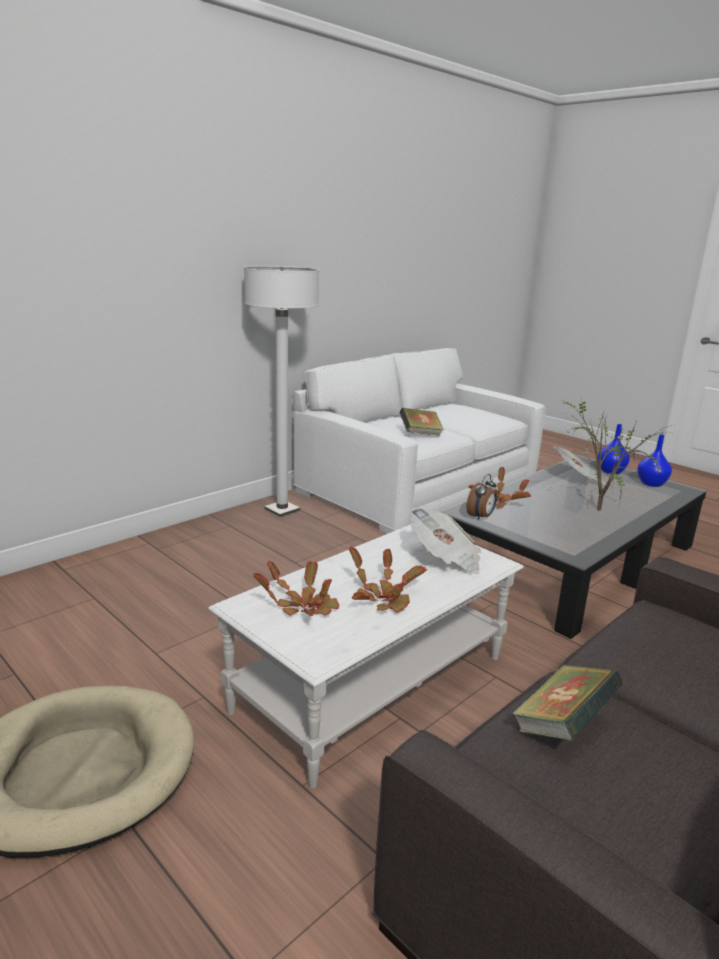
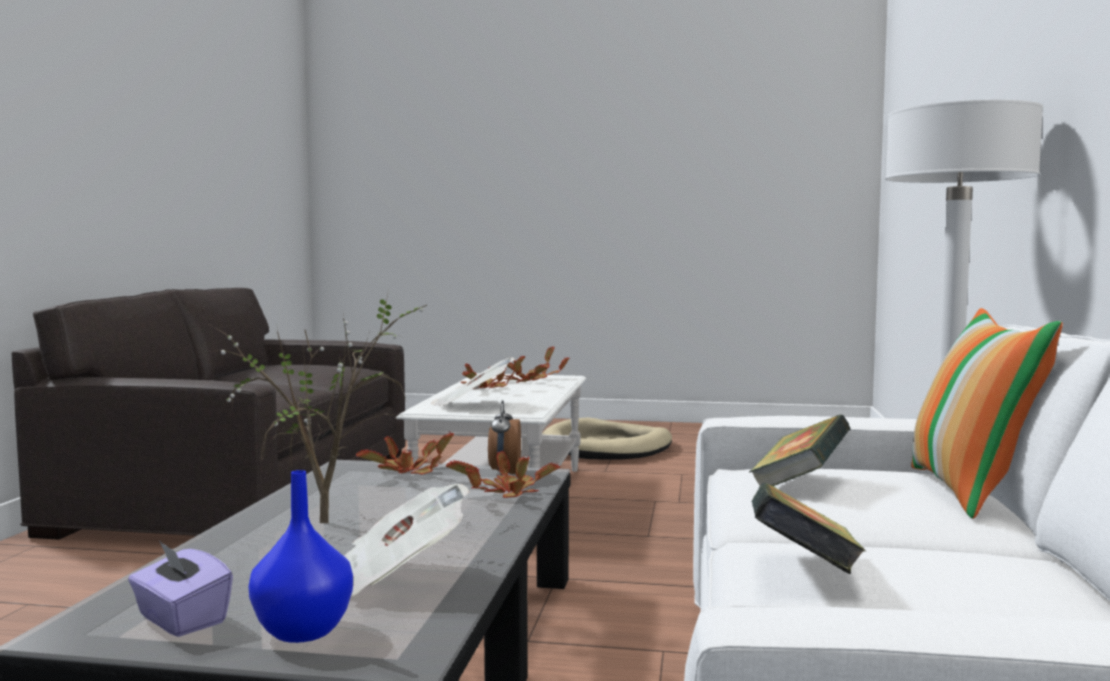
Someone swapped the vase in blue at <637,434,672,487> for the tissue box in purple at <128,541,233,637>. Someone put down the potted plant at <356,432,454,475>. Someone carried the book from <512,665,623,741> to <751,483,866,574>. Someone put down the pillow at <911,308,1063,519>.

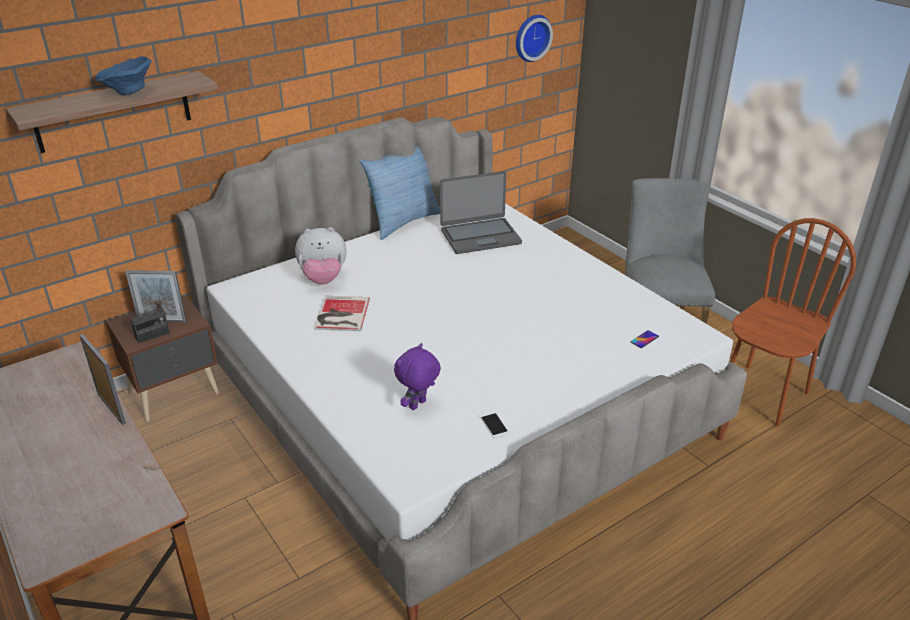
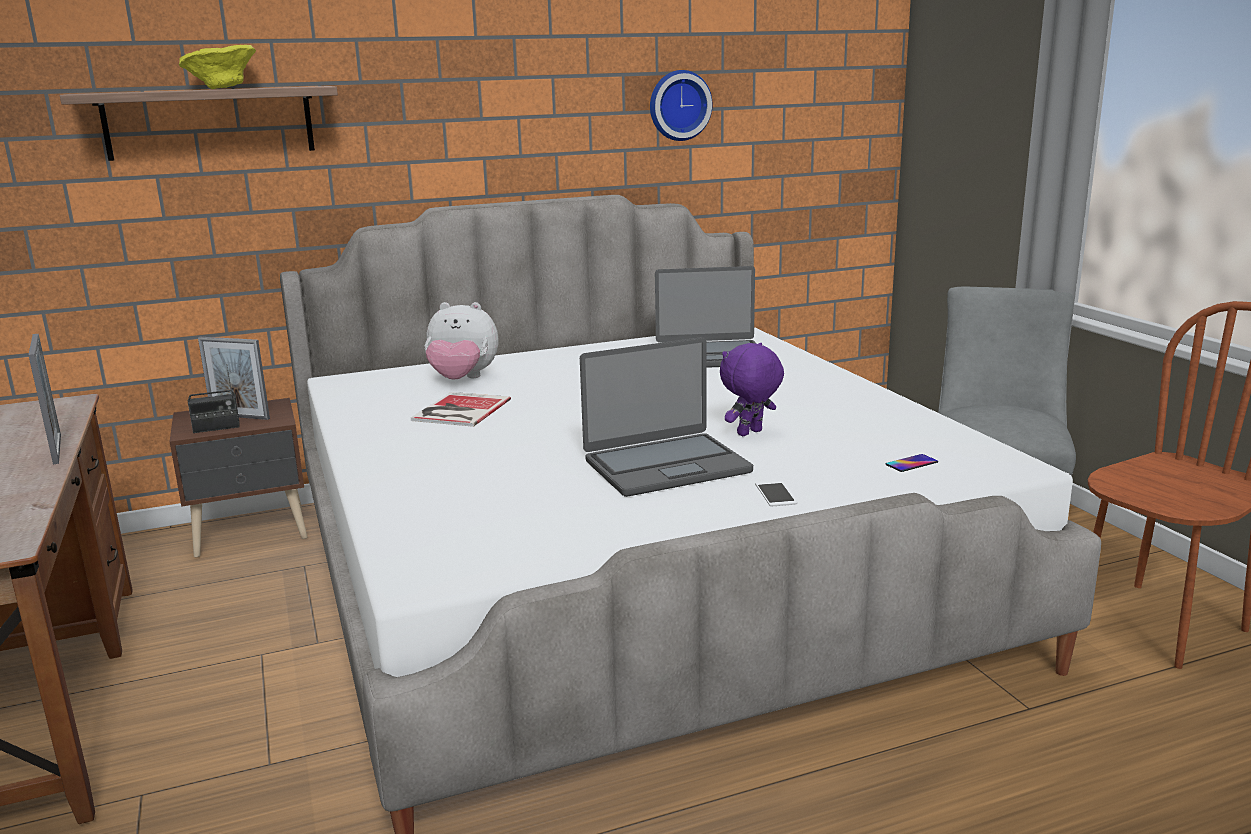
Someone repainted the bowl in blue at <94,56,152,96>, which became the bowl in yellow at <179,45,256,89>. Someone put down the laptop at <580,337,753,497>. Someone carried the wall clock from <516,15,553,62> to <650,70,712,141>. Someone carried the plush toy in purple from <394,343,441,410> to <720,343,784,436>. Someone carried the phone from <479,411,510,438> to <755,481,797,506>. Someone took away the pillow at <359,146,440,240>.

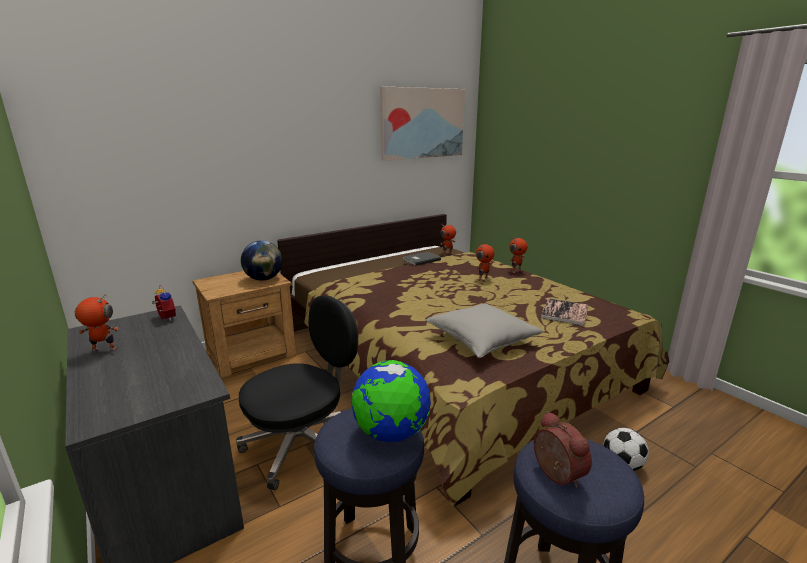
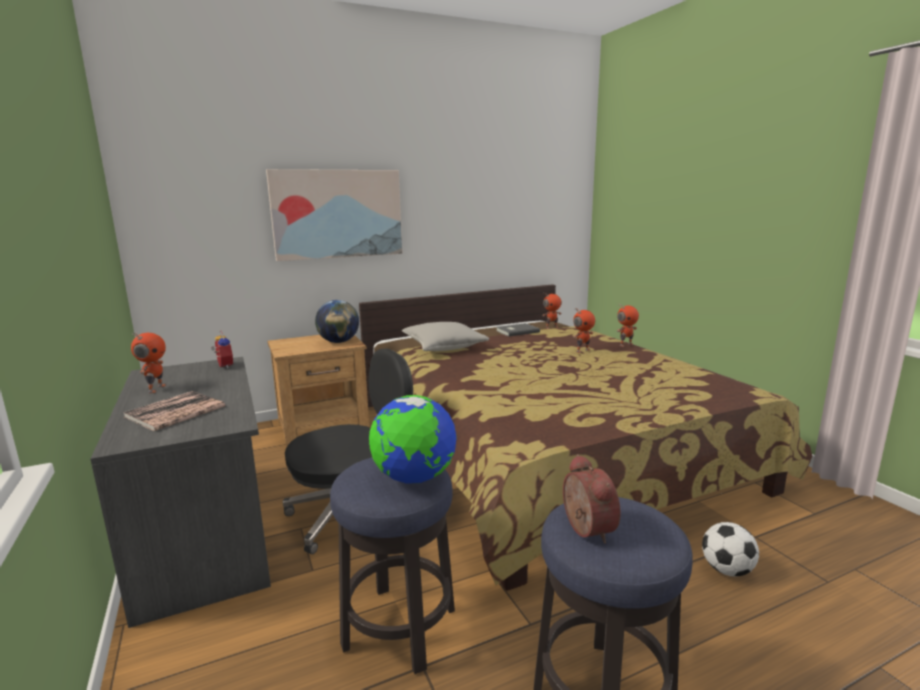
Someone carried the book from <541,298,588,326> to <123,391,225,431>. Someone rotated the toy robot at <75,294,119,353> by 90 degrees clockwise. Someone carried the picture from <380,86,465,161> to <266,169,403,261>. Someone carried the pillow in grey from <426,303,543,358> to <402,322,489,351>.

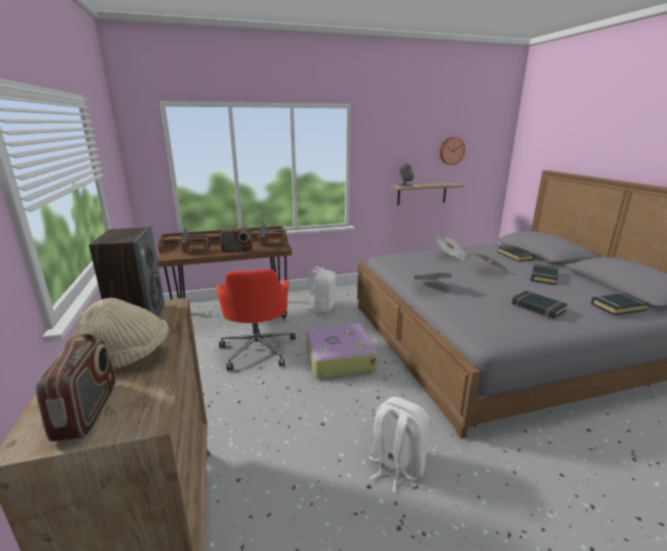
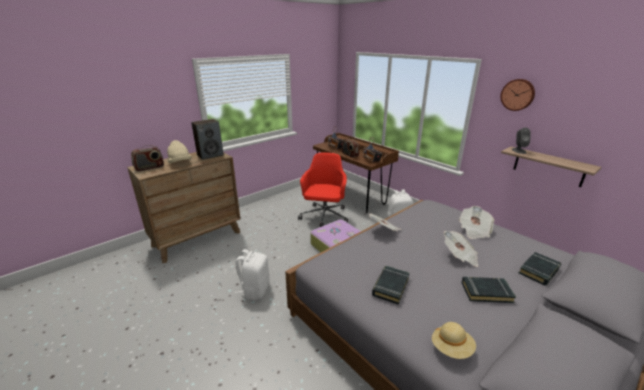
Someone rotated the office chair in red at <217,269,295,371> by 135 degrees clockwise. Someone swapped the book in black at <591,293,650,315> for the hat in beige at <432,322,476,359>. Someone carried the wall clock from <440,137,465,165> to <500,79,535,111>.

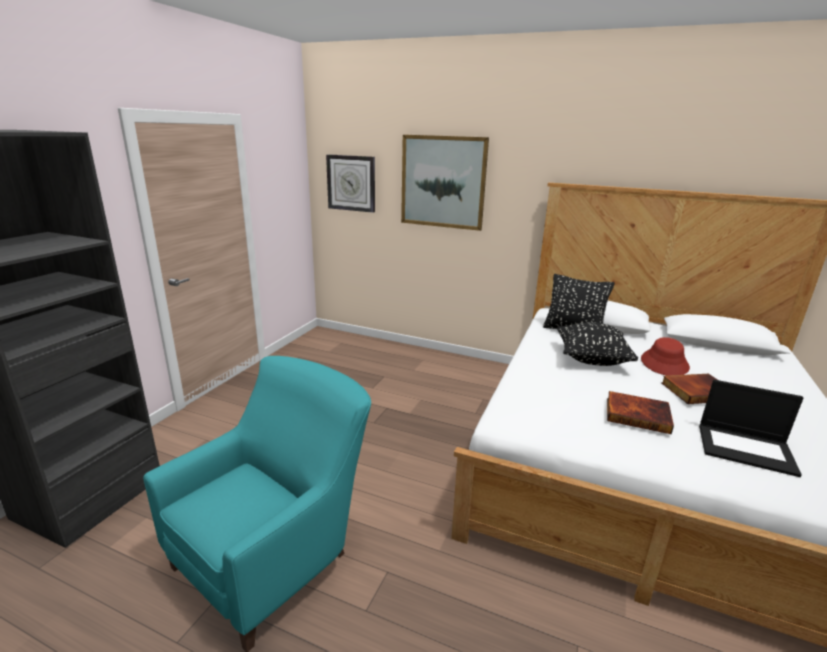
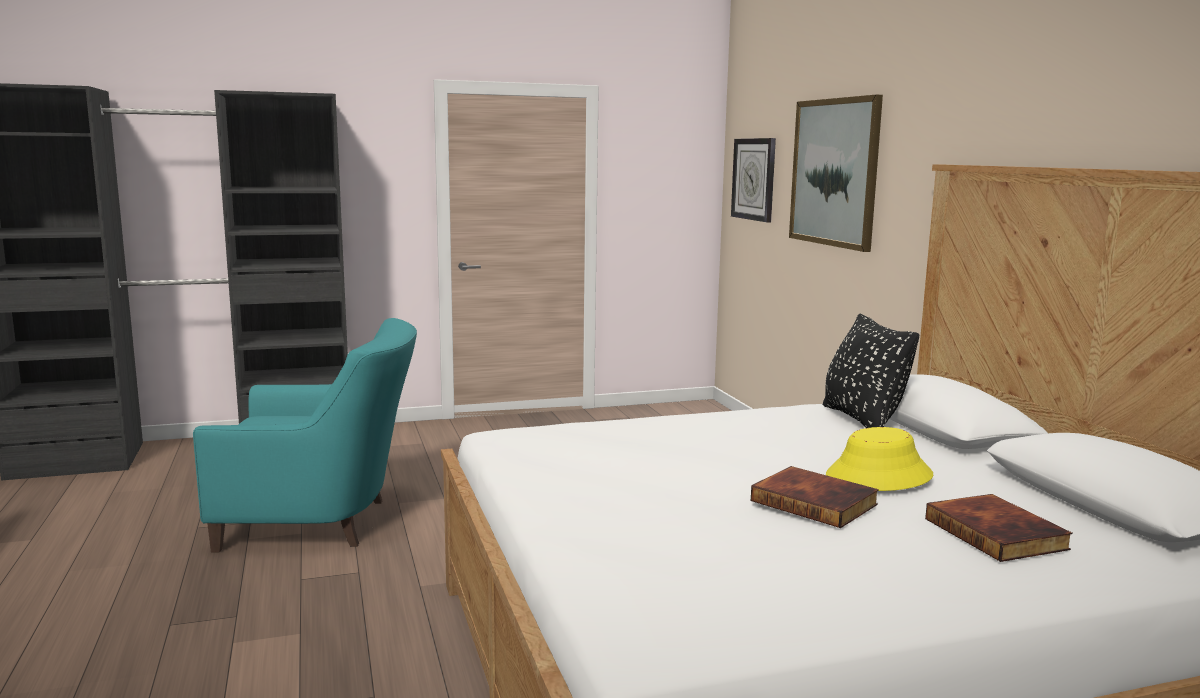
Someone repainted the hat in red at <641,337,690,376>, which became the hat in yellow at <826,427,933,491>. Someone carried the book from <607,391,674,434> to <925,494,1073,562>. Someone took away the pillow in black at <557,322,638,366>. Someone took away the laptop at <699,380,803,477>.

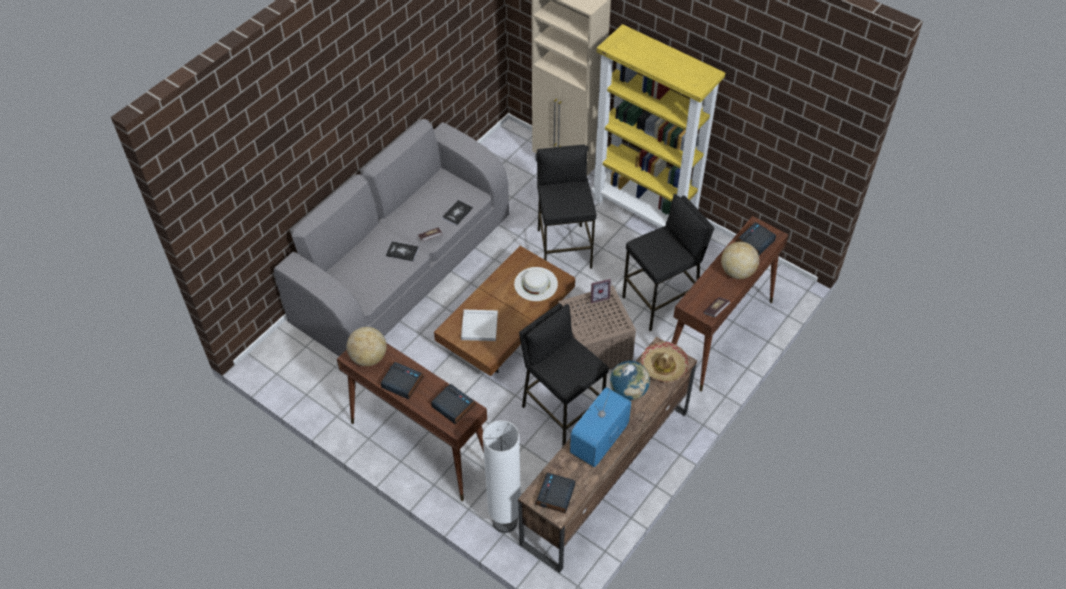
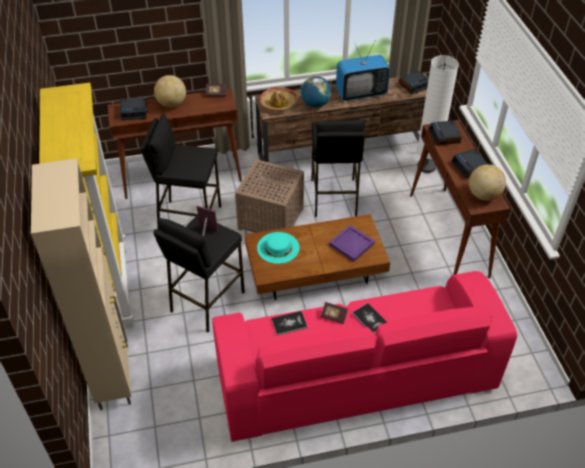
Someone carried the picture frame from <591,279,611,303> to <197,205,218,236>. Someone repainted the sofa in grey at <274,119,509,356>, which became the sofa in pink at <212,271,517,442>. Someone repainted the hat in white at <514,267,558,301>, which became the hat in turquoise at <257,232,300,264>. Someone repainted the tray in white at <461,309,498,341>, which became the tray in purple at <329,225,375,262>.

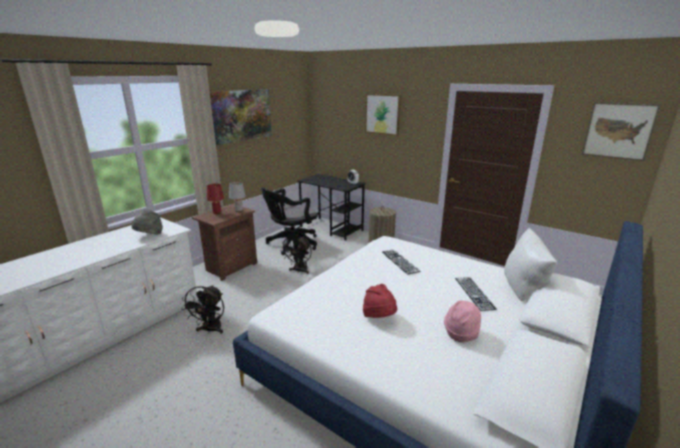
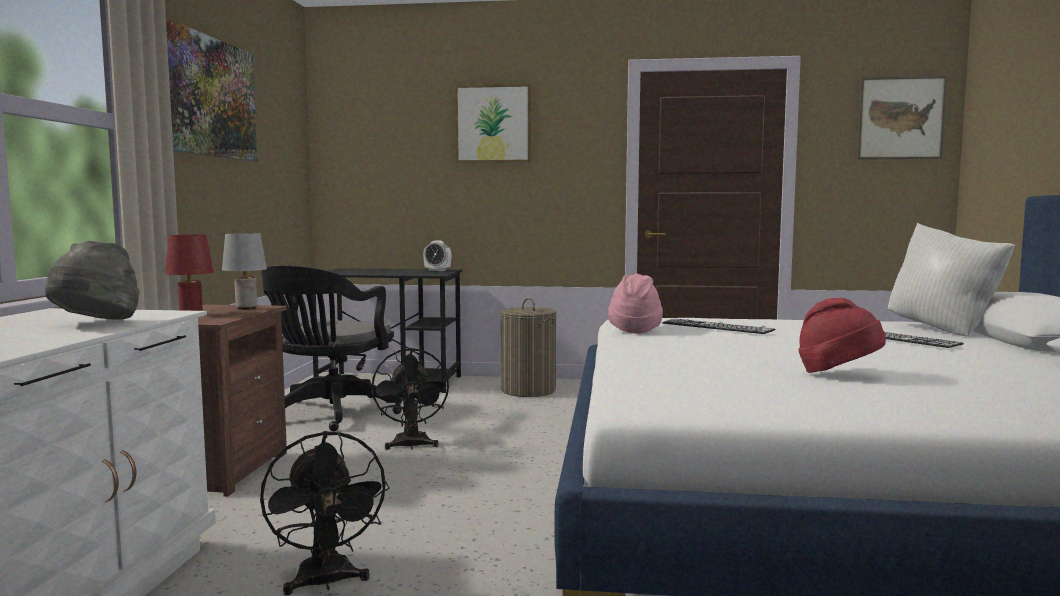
Someone carried the hat in pink from <444,300,481,342> to <608,273,663,333>.

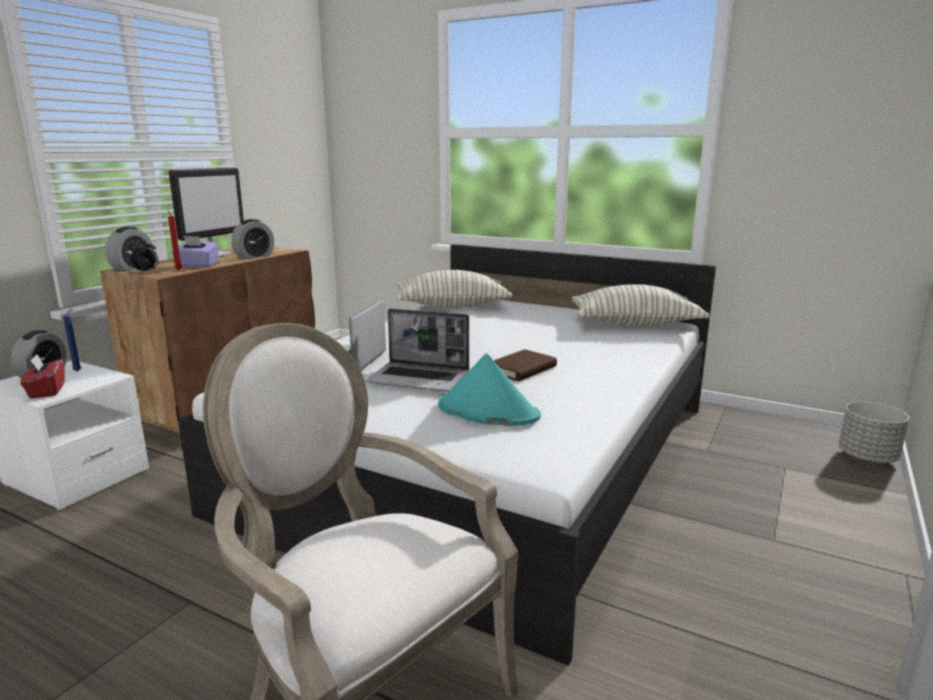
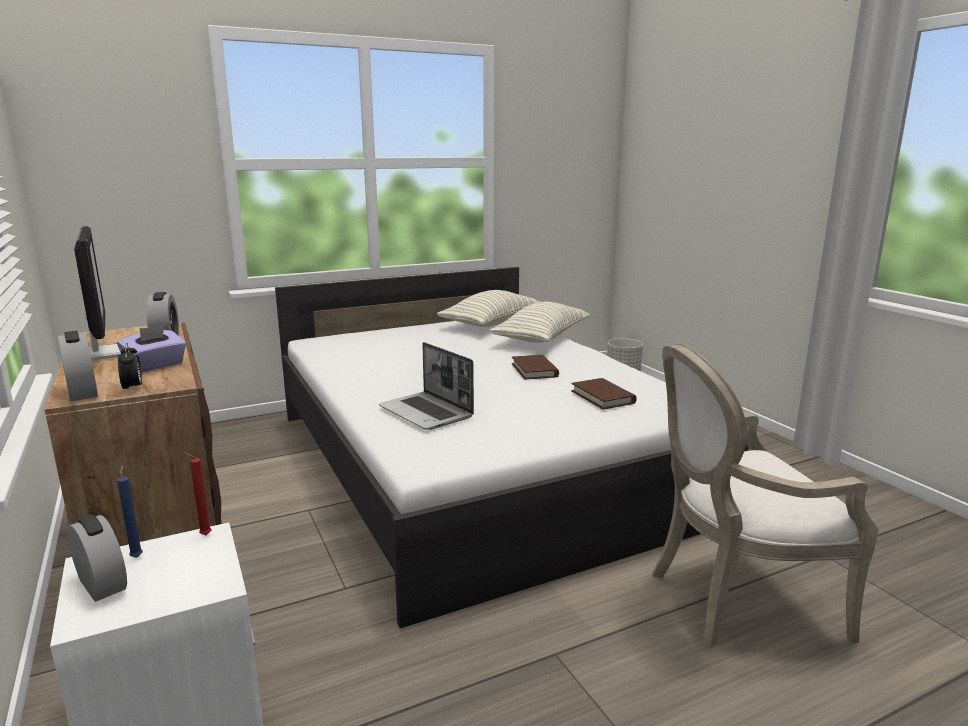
Someone carried the candle in red from <168,210,182,270> to <183,452,211,535>. Someone carried the pillow from <396,270,512,308> to <489,302,590,343>. Someone swapped the hat in turquoise at <438,353,541,426> for the book in brown at <571,378,637,410>. Someone took away the tissue box in red at <20,354,65,398>. Someone took away the laptop at <366,308,469,392>.

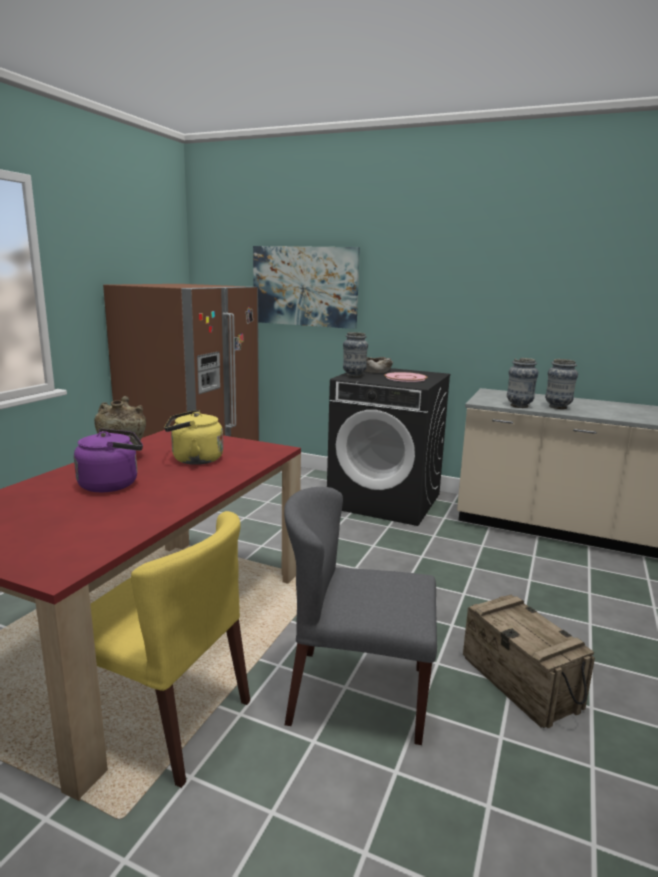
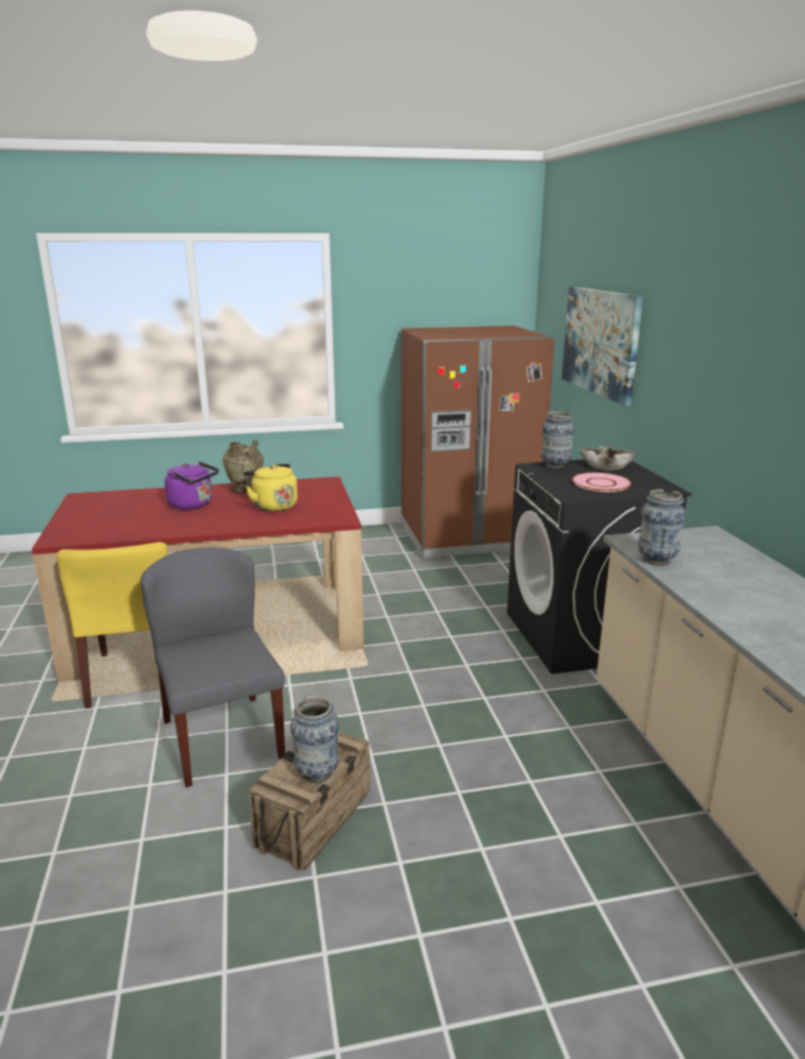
Someone carried the vase from <545,359,578,409> to <290,696,339,783>.

